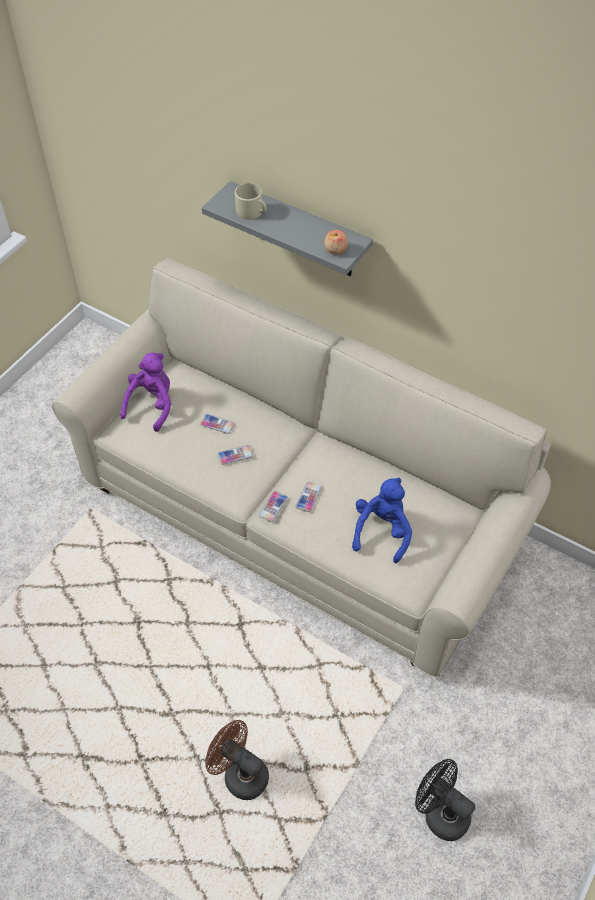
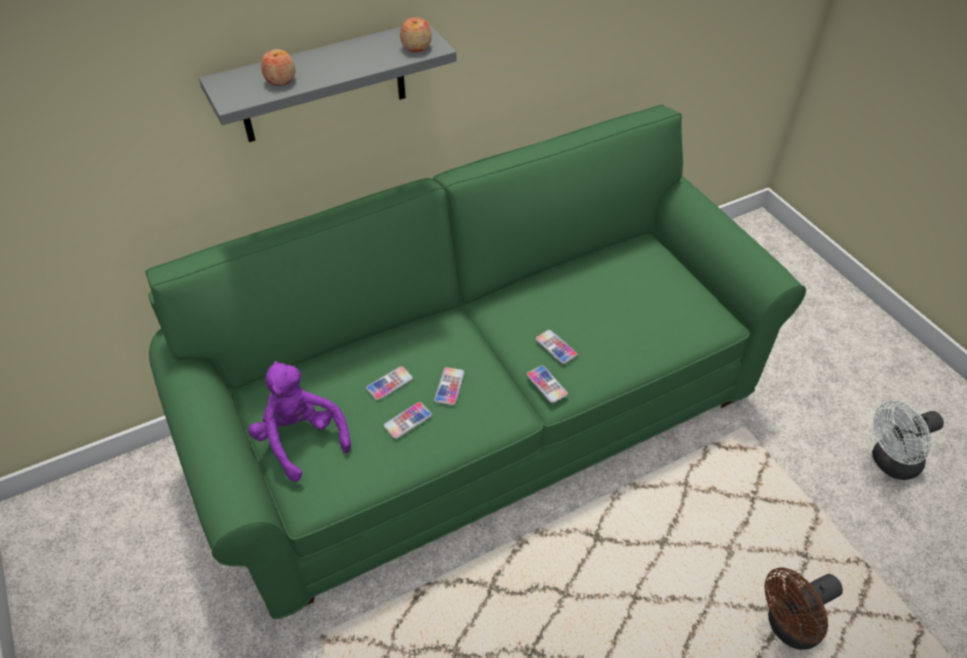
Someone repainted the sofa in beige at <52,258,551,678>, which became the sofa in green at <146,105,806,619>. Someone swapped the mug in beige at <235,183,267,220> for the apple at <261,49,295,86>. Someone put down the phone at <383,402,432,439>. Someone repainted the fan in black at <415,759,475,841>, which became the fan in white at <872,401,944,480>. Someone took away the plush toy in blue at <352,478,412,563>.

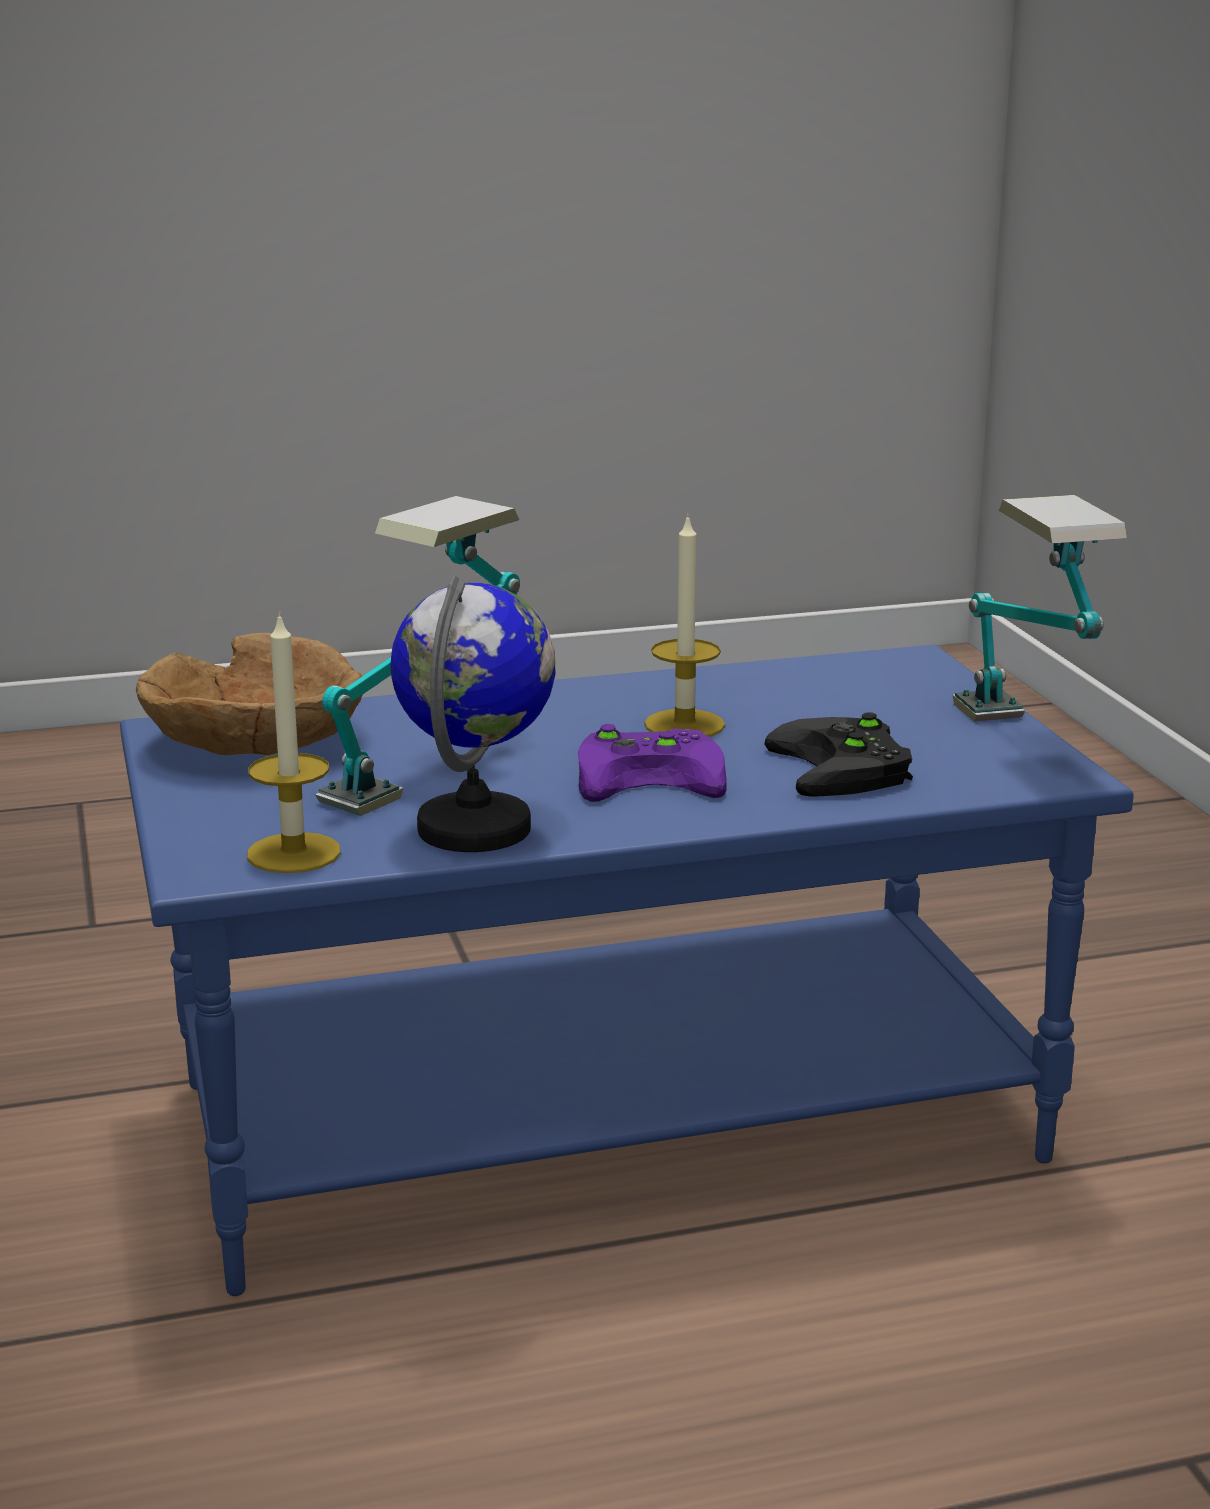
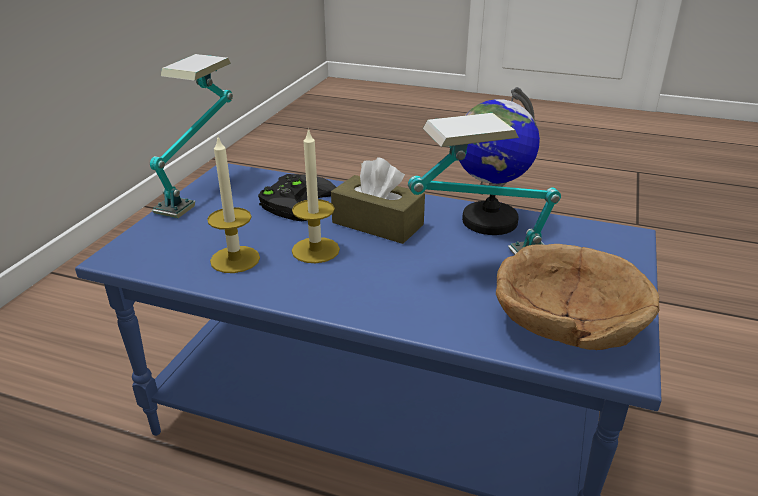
Someone carried the candle from <247,611,341,873> to <207,135,260,273>. Someone swapped the game controller in purple at <578,724,727,802> for the tissue box in brown at <331,158,425,244>.

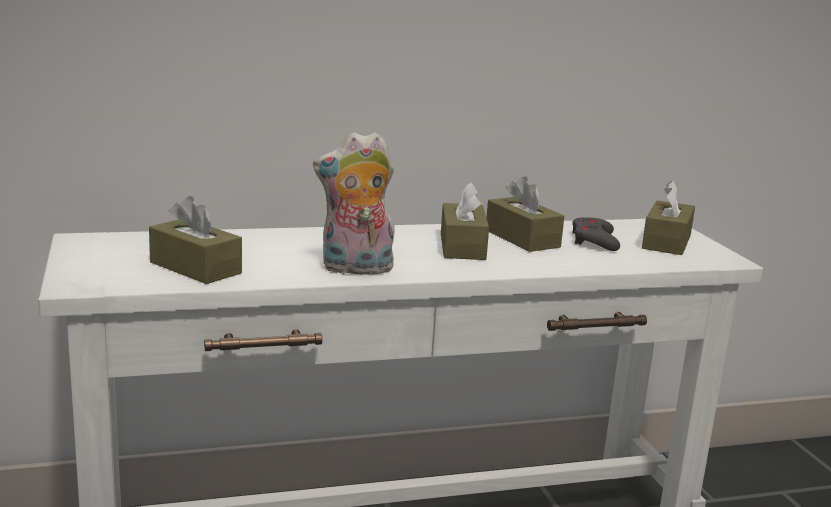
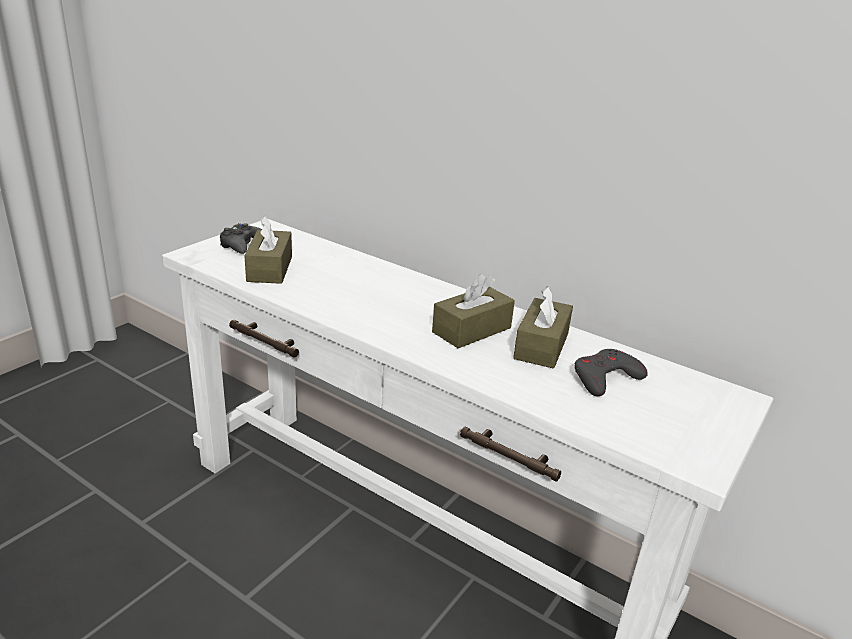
Someone put down the game controller in black at <220,223,262,254>. Someone took away the plush toy at <313,132,395,275>. Someone took away the tissue box in brown at <642,180,695,255>.

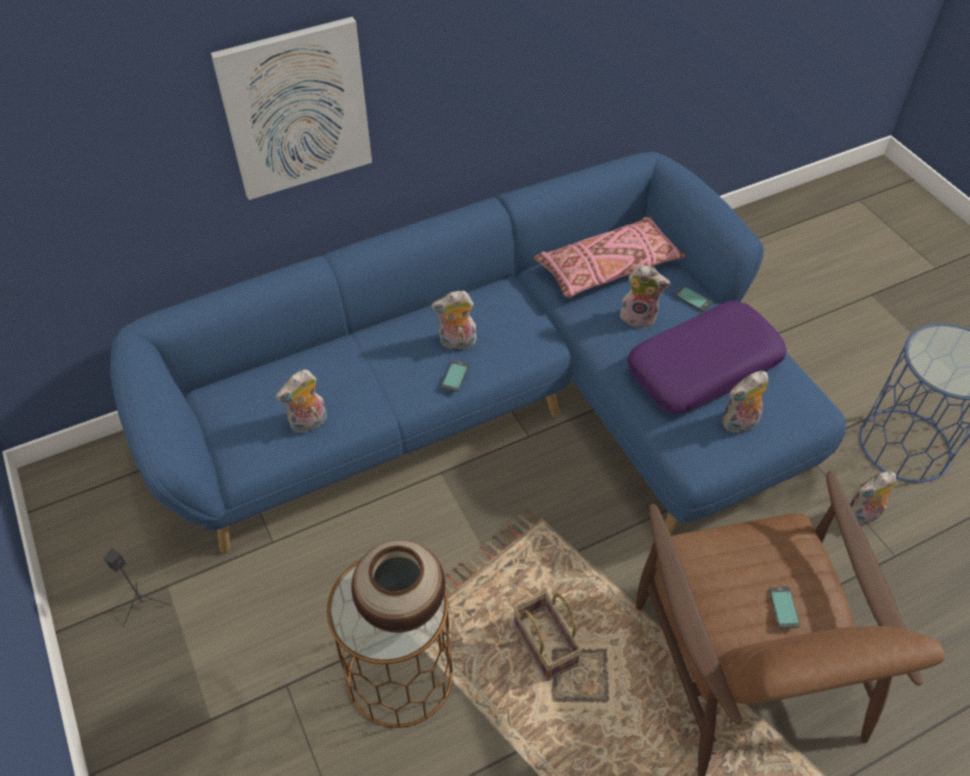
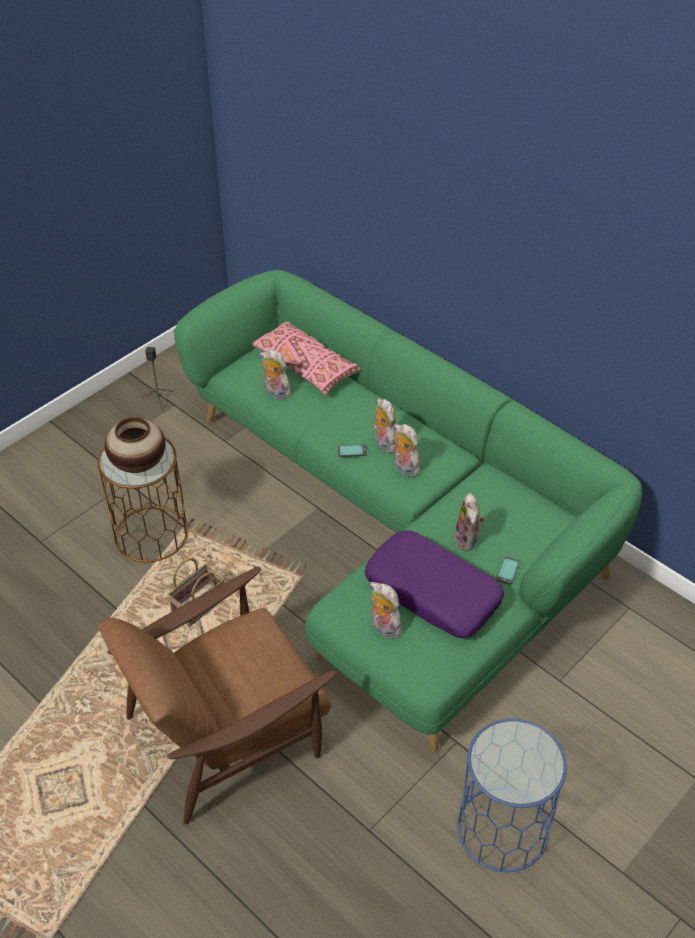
Someone repainted the sofa in blue at <110,152,846,553>, which became the sofa in green at <174,270,642,752>. Someone carried the pillow in pink from <534,216,686,298> to <252,321,361,394>. Someone carried the plush toy from <850,471,896,524> to <394,424,420,477>. Someone took away the picture at <211,17,372,200>. Someone took away the phone at <769,586,800,629>.

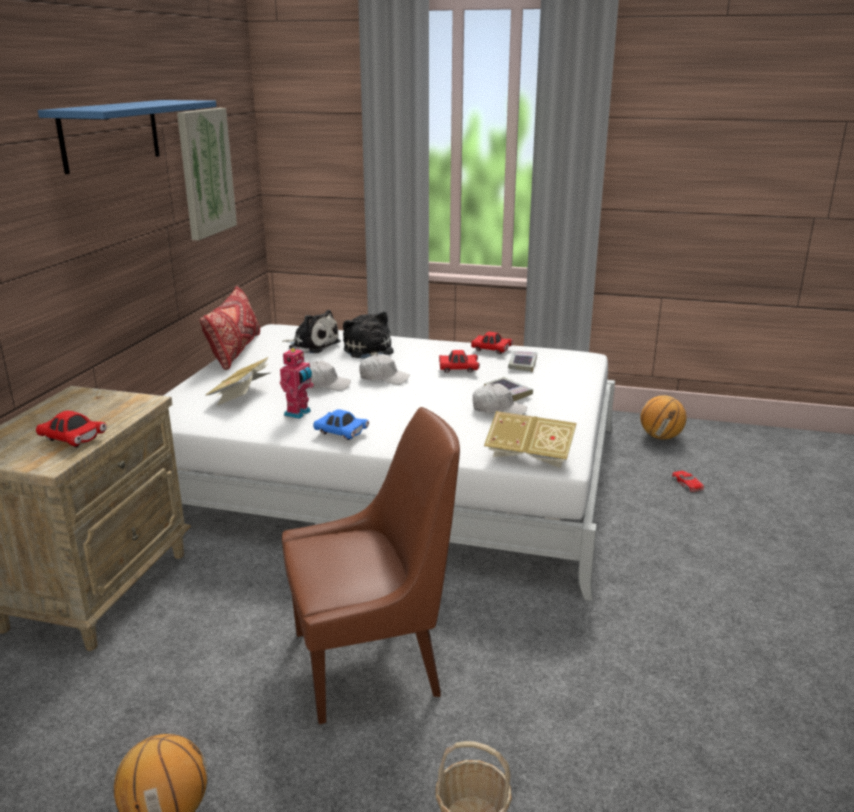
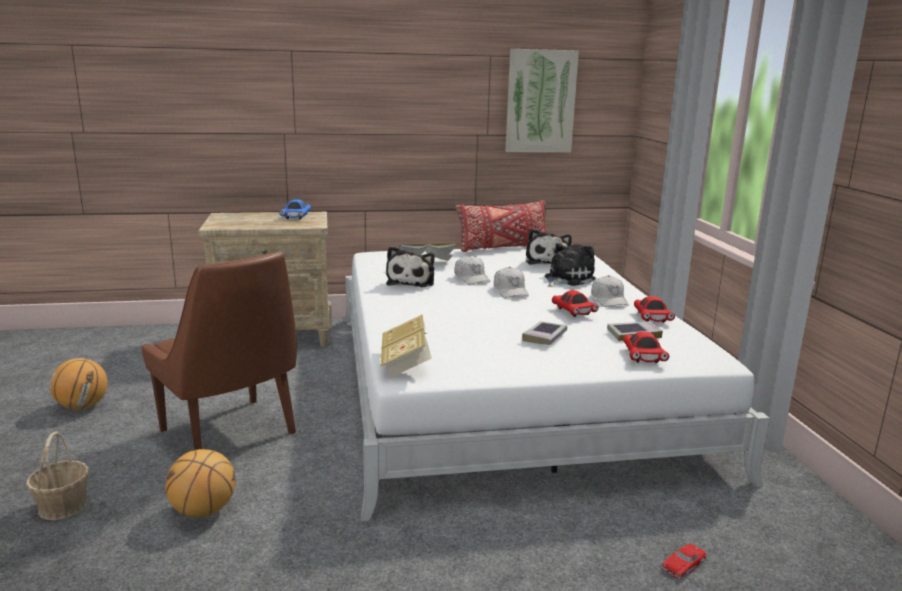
Someone carried the basketball from <640,395,687,440> to <165,449,236,517>. Someone carried the toy car in blue from <313,409,369,440> to <279,199,311,219>. Someone swapped the toy robot at <280,347,314,419> for the plush toy at <386,246,435,287>. Someone carried the cap in white from <472,384,527,415> to <591,275,629,307>. Someone carried the toy car in red from <36,411,107,447> to <623,331,669,363>. Someone took away the shelf in blue at <38,100,216,174>.

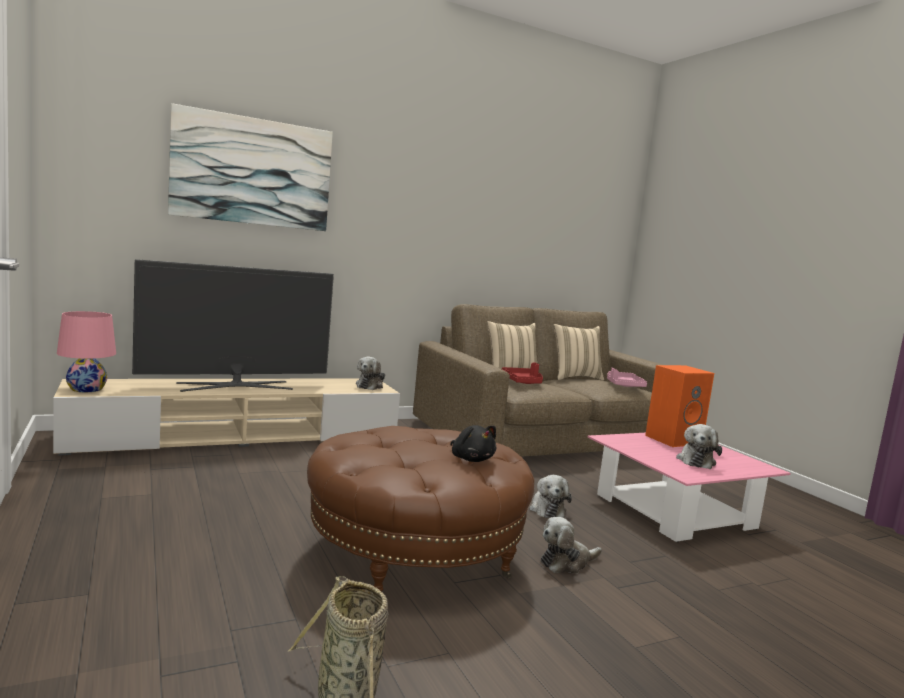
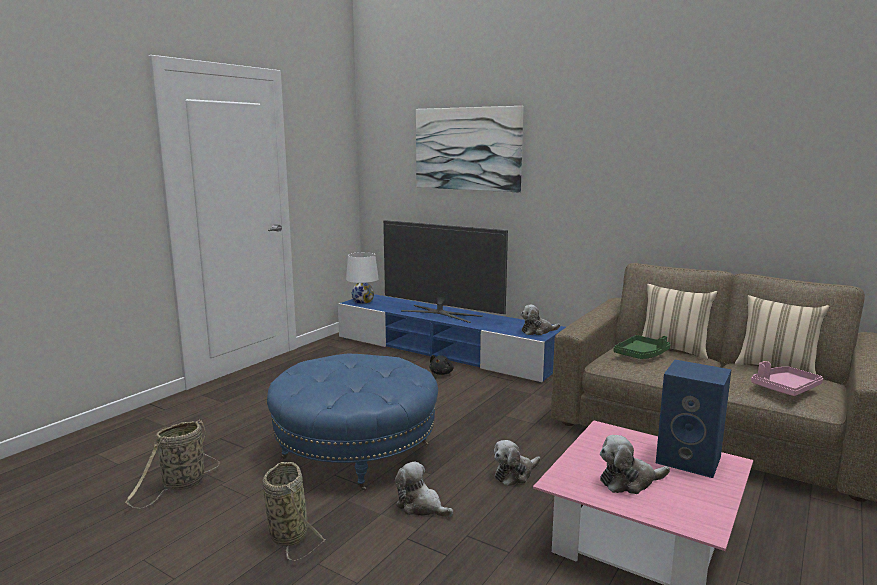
Someone put down the basket at <263,462,326,561>. Someone repainted the ottoman in brown at <307,426,535,592>, which became the ottoman in blue at <267,353,438,491>. Someone repainted the tv stand in beige at <53,379,400,456>, which became the tv stand in blue at <338,294,566,383>. Someone repainted the table lamp in pink at <57,311,116,392>, which became the table lamp in white at <346,252,379,304>. Someone carried the plush toy in black from <450,425,496,462> to <430,355,454,375>. Someone repainted the tray in red at <502,363,543,384>, which became the tray in green at <614,335,671,359>. Someone repainted the speaker in orange at <645,365,714,447>, which became the speaker in blue at <656,360,732,478>.

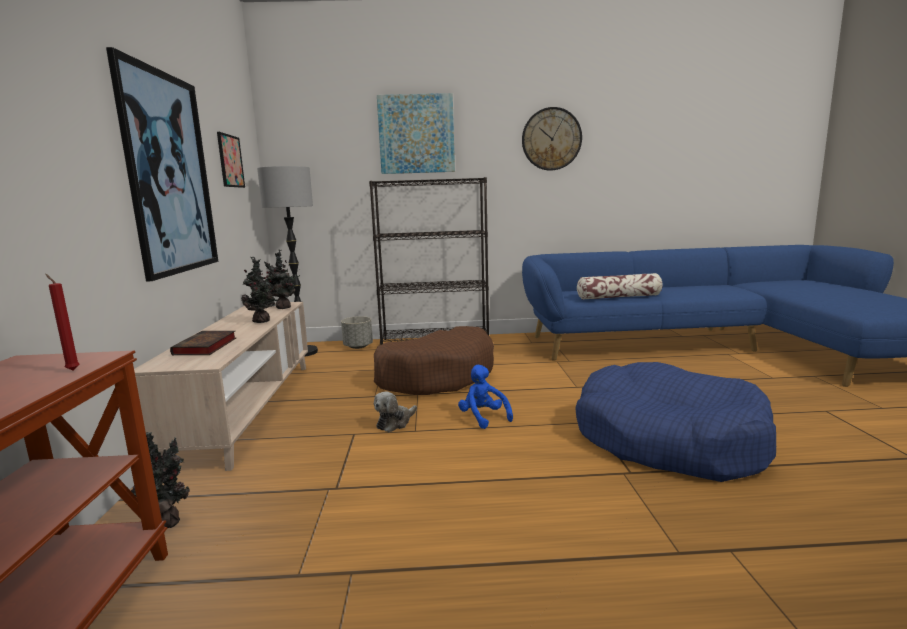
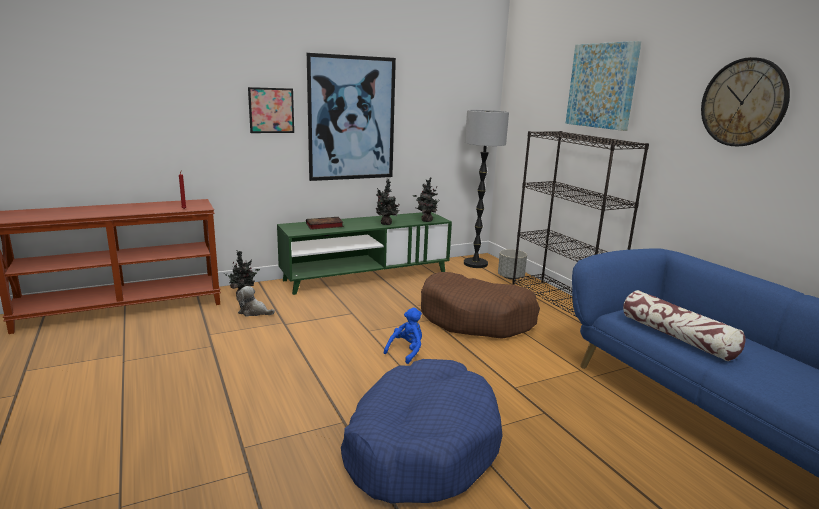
Someone carried the plush toy from <374,392,417,432> to <236,286,275,316>. Someone carried the picture from <217,132,245,188> to <248,87,294,133>. Someone repainted the tv stand in beige at <134,302,308,471>, which became the tv stand in green at <277,212,452,295>.

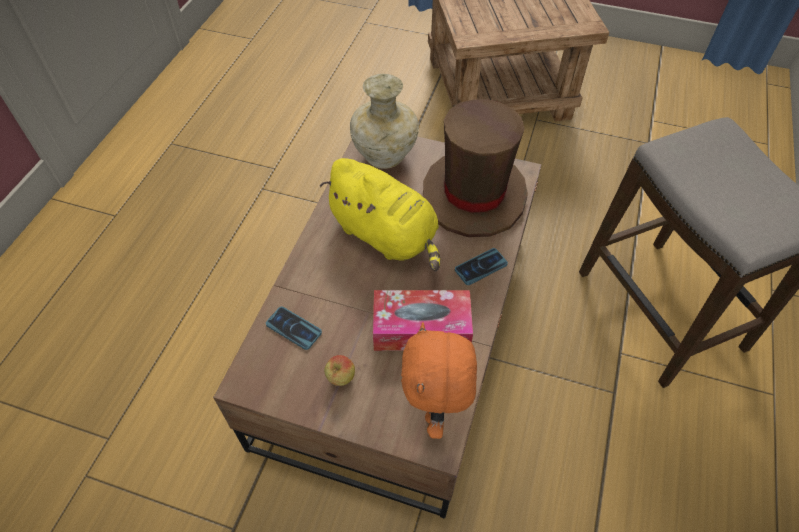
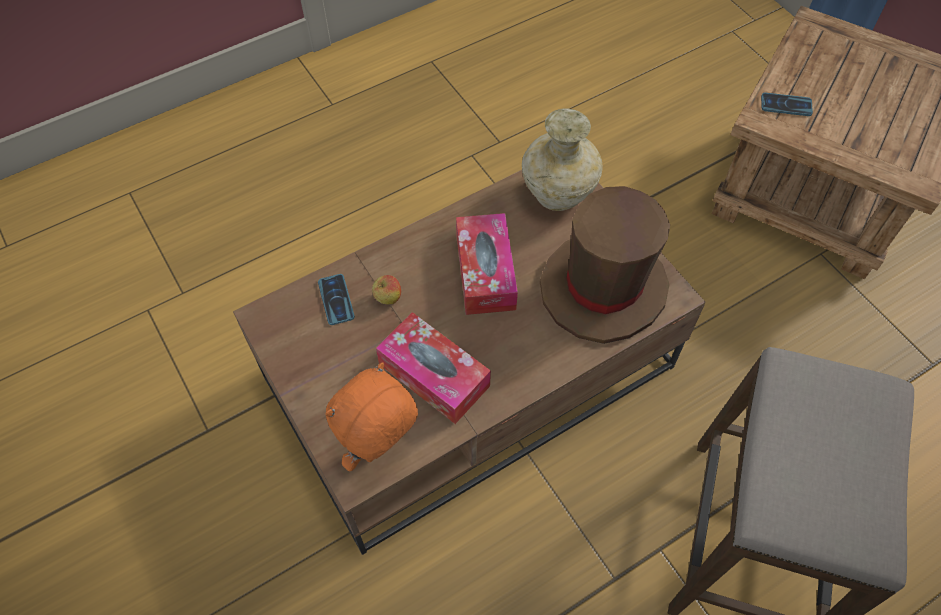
Someone carried the apple from <324,355,355,386> to <372,275,401,304>. Someone swapped the plush toy in yellow at <320,158,440,271> for the tissue box at <456,213,518,315>. Someone carried the phone from <455,248,508,285> to <761,93,813,116>.

